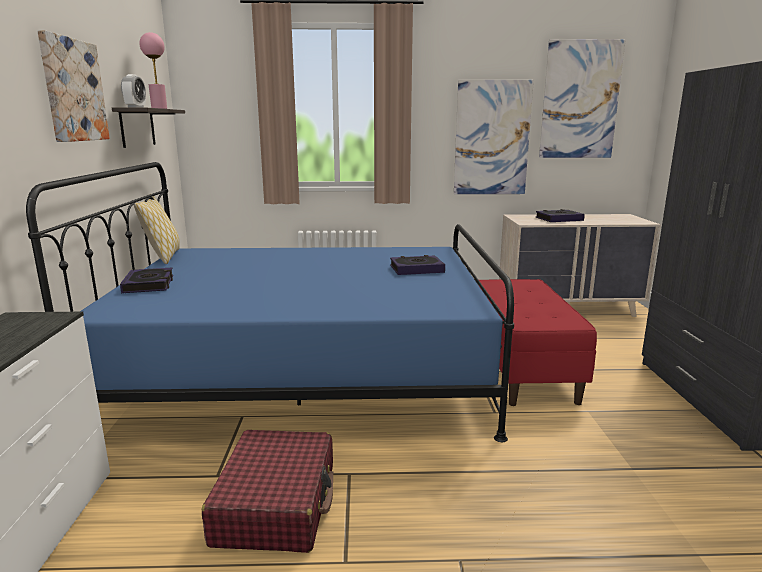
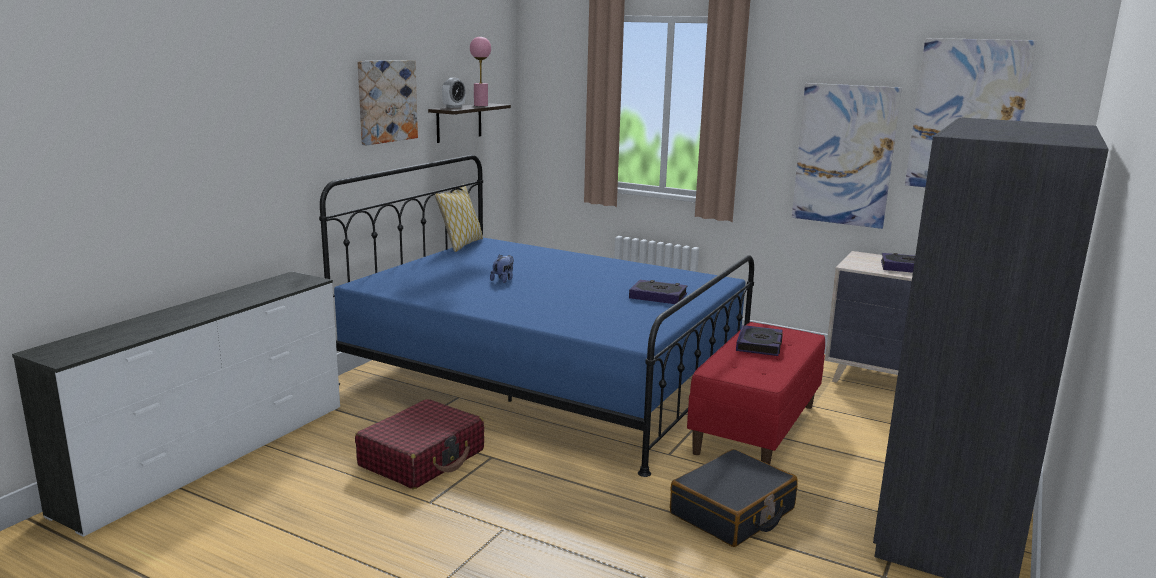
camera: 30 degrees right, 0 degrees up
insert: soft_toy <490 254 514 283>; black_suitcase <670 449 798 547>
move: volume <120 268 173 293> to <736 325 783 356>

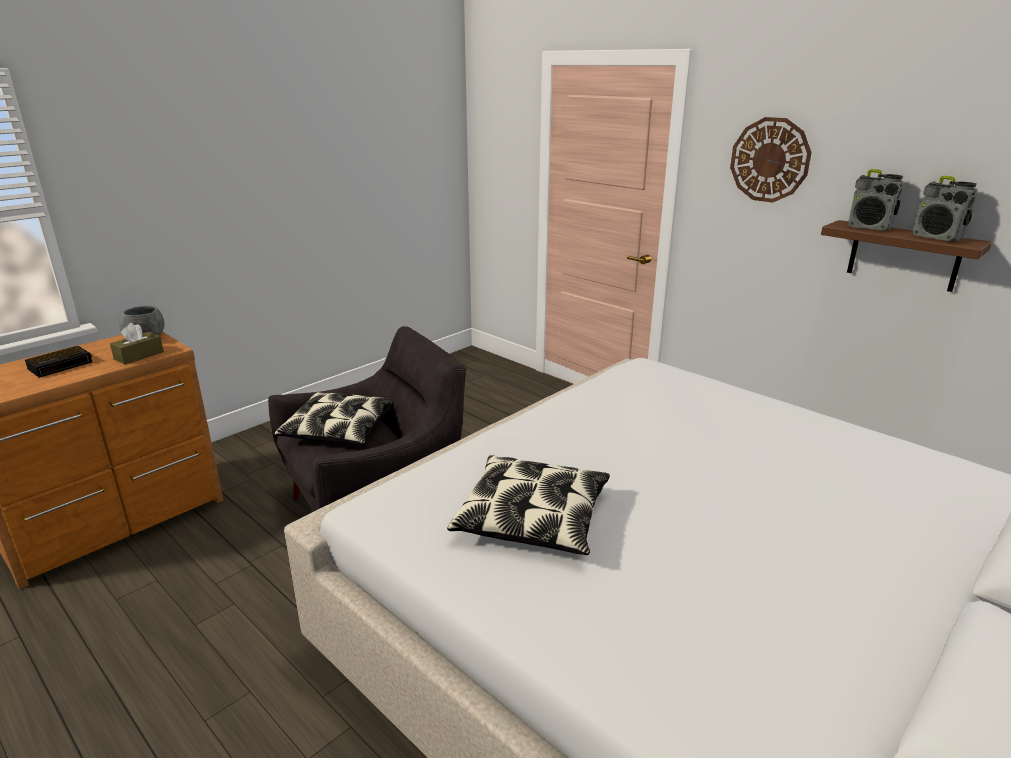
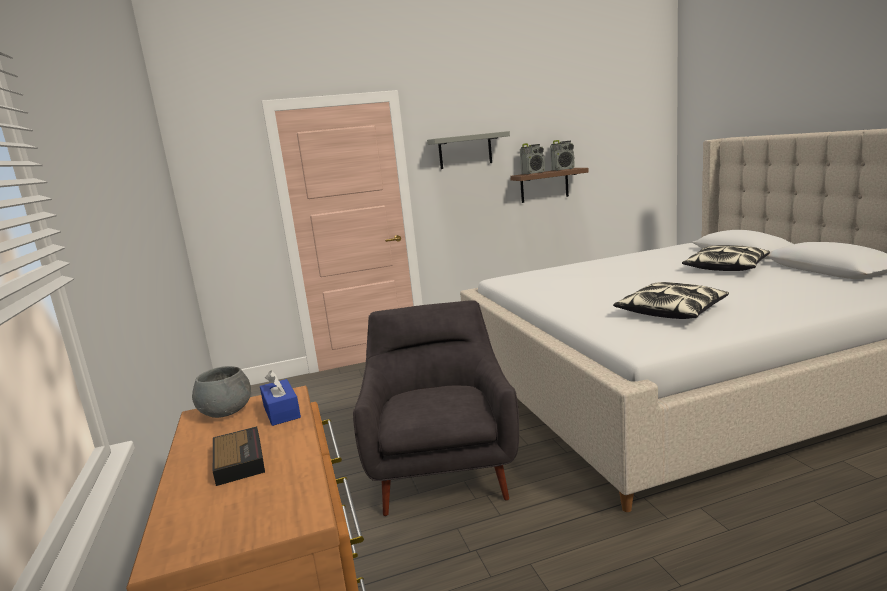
camera: 60 degrees left, 10 degrees down
move: cushion <274 392 392 445> to <682 245 770 271>
replace: wall_clock <730 117 812 203> to grey_shelf <427 131 510 169>
recolor: brown_tissue_box <110 323 164 365> to blue_tissue_box <260 371 301 426>

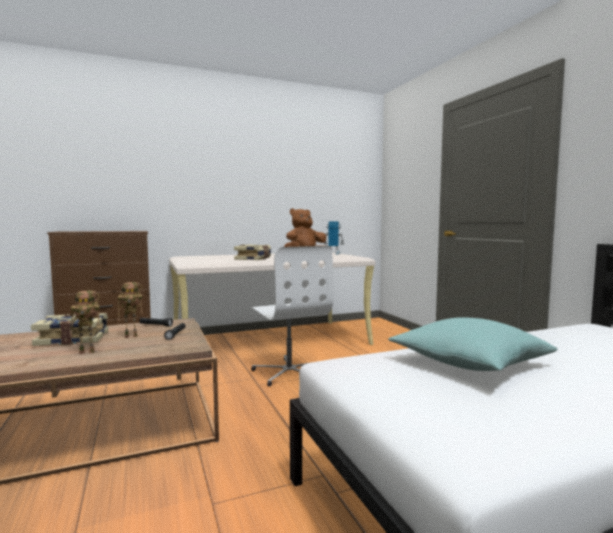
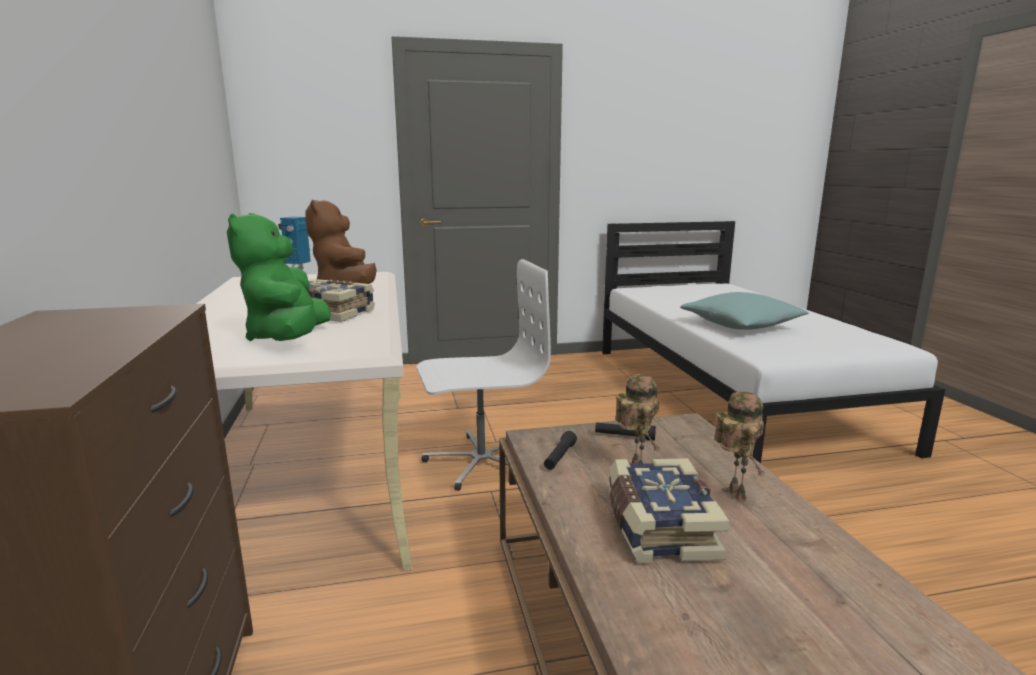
camera: 80 degrees left, 10 degrees up
insert: green_soft_toy <227 213 331 341>

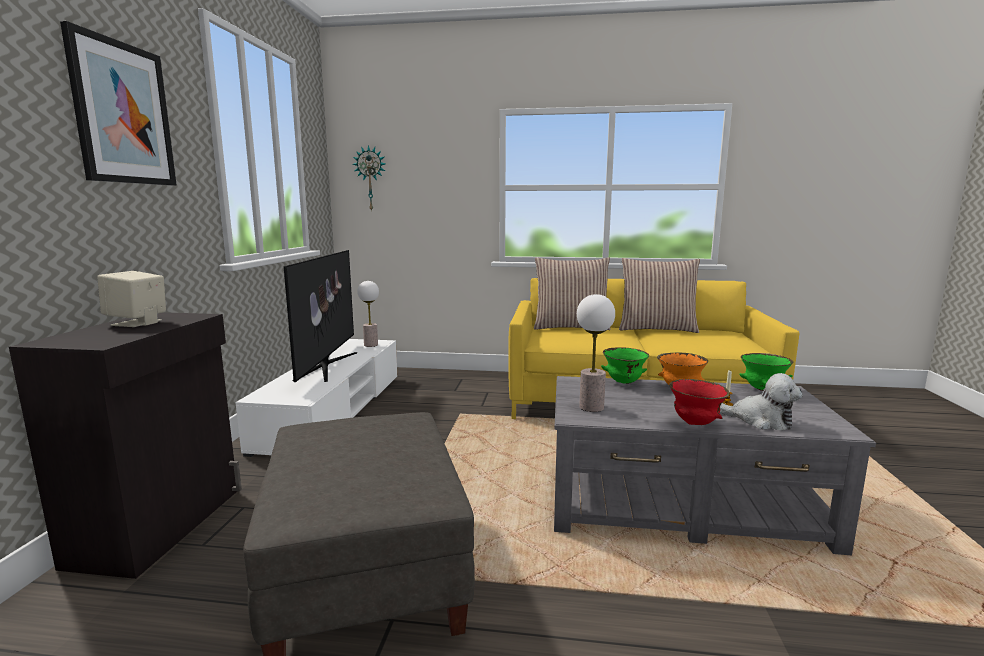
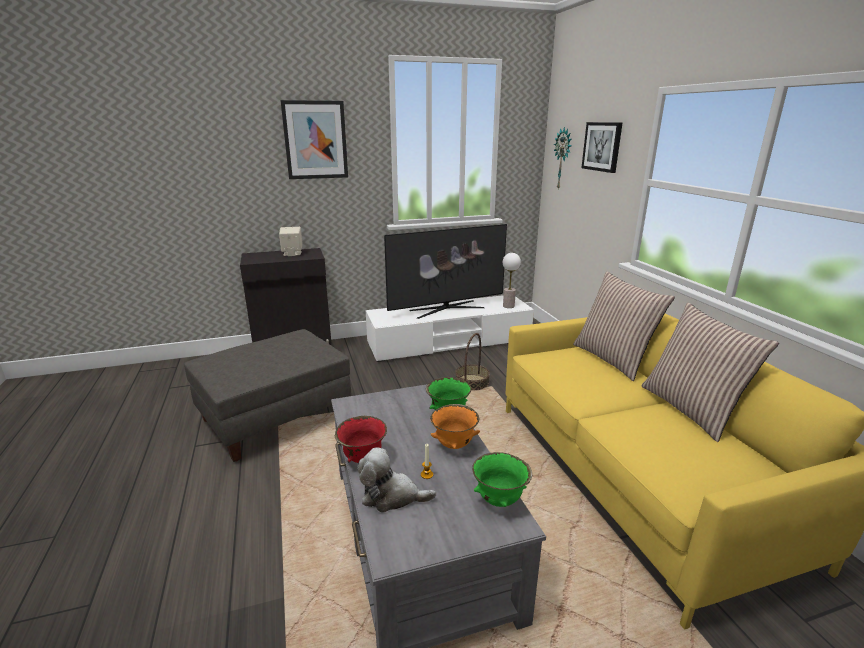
camera: 65 degrees right, 10 degrees up
delete: lamp_for_a_table <577 294 615 412>
insert: wall_picture <581 122 622 173>; household_basket <455 333 490 391>
rotate: soft_toy <720 373 803 431> = <357 448 436 513> 90 degrees clockwise

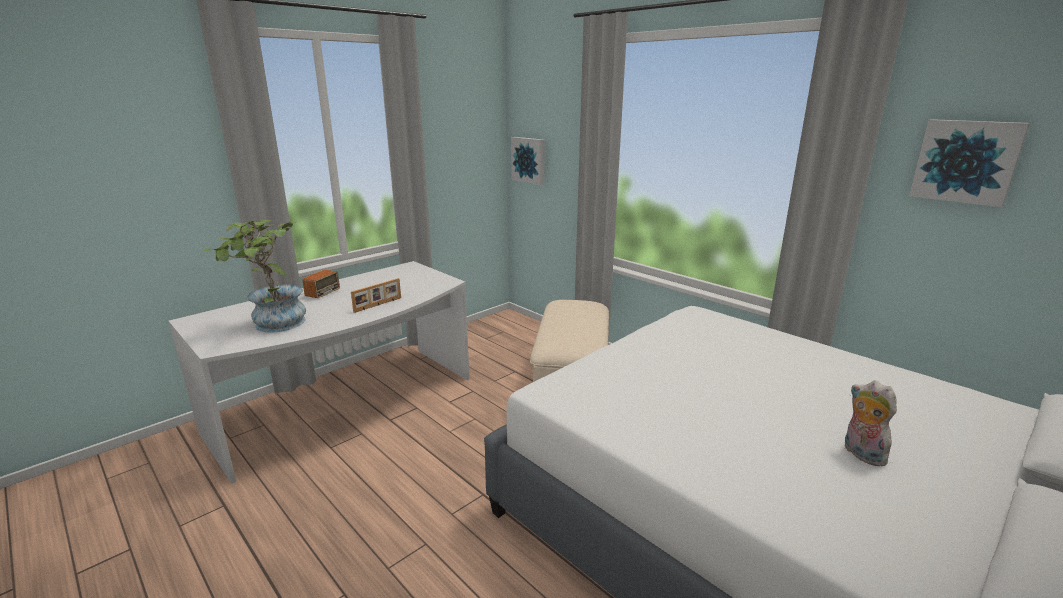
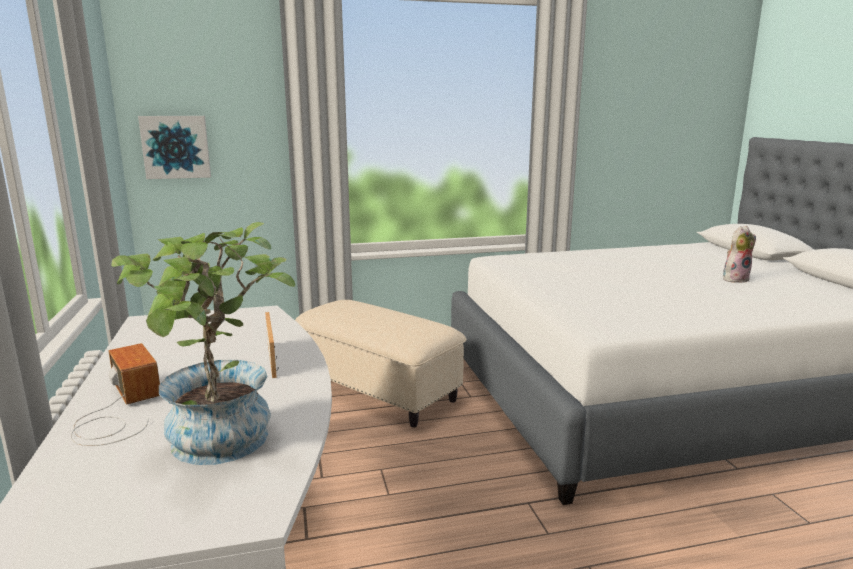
camera: 60 degrees left, 5 degrees down
delete: wall_picture <909 119 1030 207>
rotate: soft_toy <845 380 897 466> = <723 226 756 283> 150 degrees clockwise

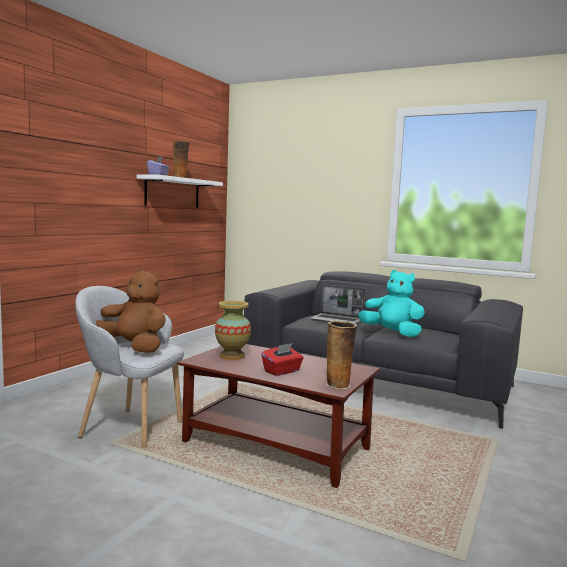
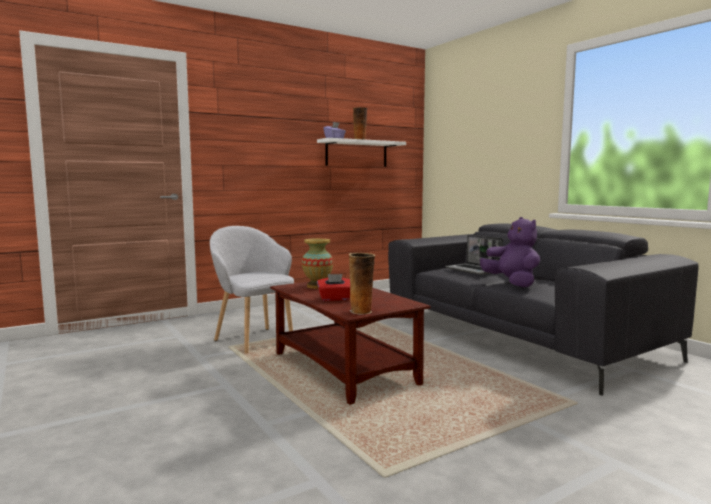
camera: 30 degrees right, 0 degrees up
delete: brown_soft_toy <96 269 166 353>
recolor: turquoise_soft_toy <358 270 425 337> to purple-coloured_soft_toy <480 217 540 287>

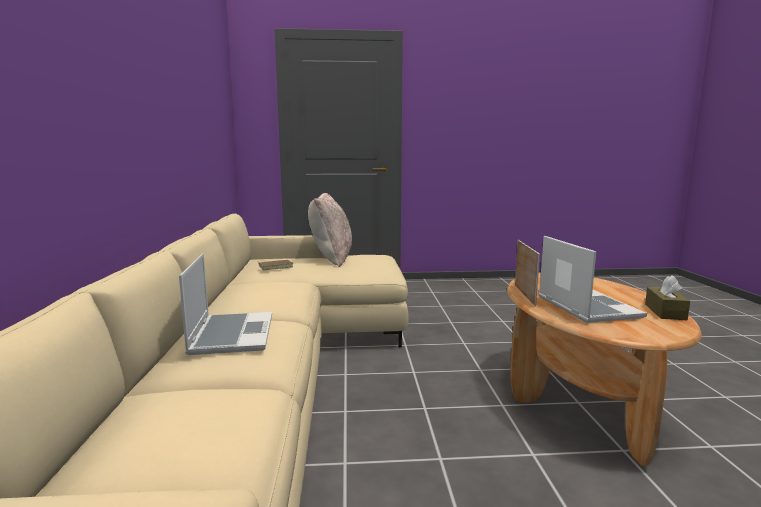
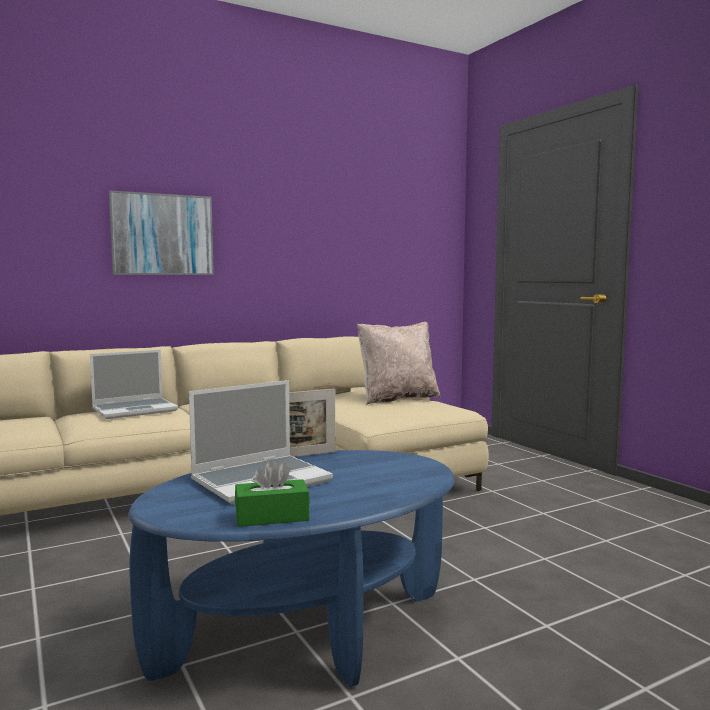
camera: 65 degrees right, 5 degrees down
insert: wall_picture <109 190 214 275>
recolor: brown_low_table <507 272 702 466> to blue_low_table <128 450 454 687>; brown_tissue_box <645 275 690 320> to green_tissue_box <235 459 310 527>

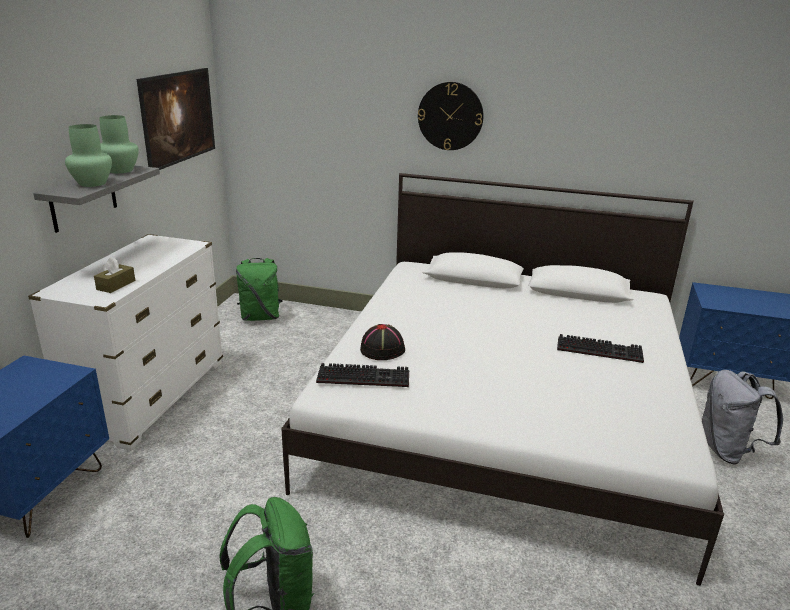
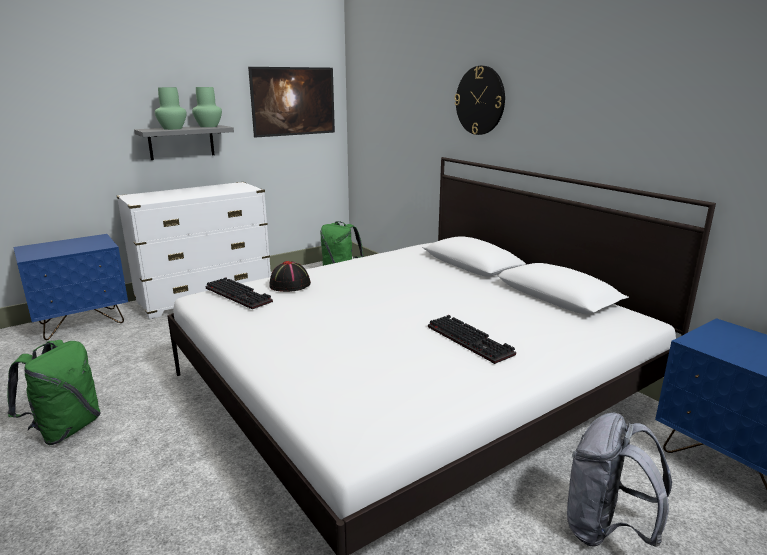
camera: 40 degrees right, 5 degrees down
delete: brown_tissue_box <94 257 135 293>

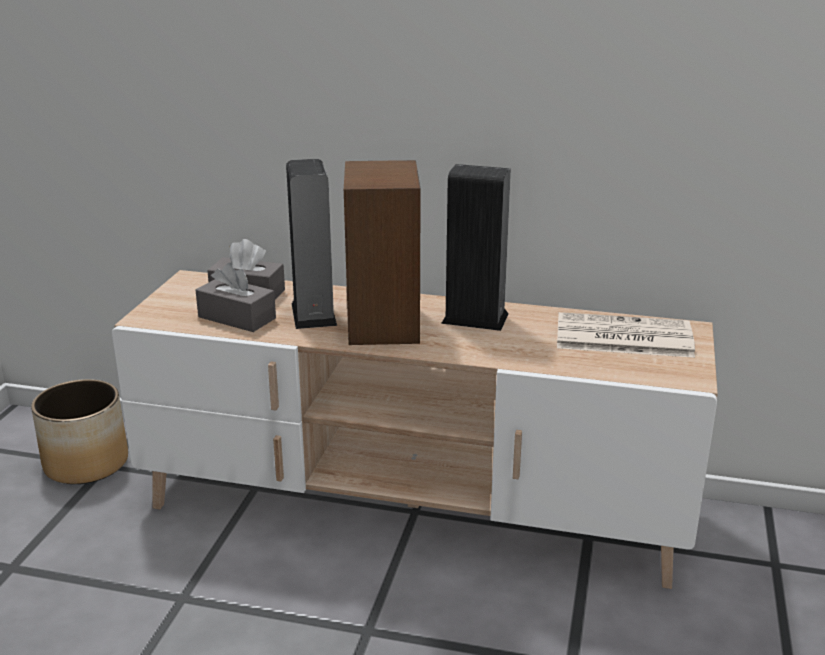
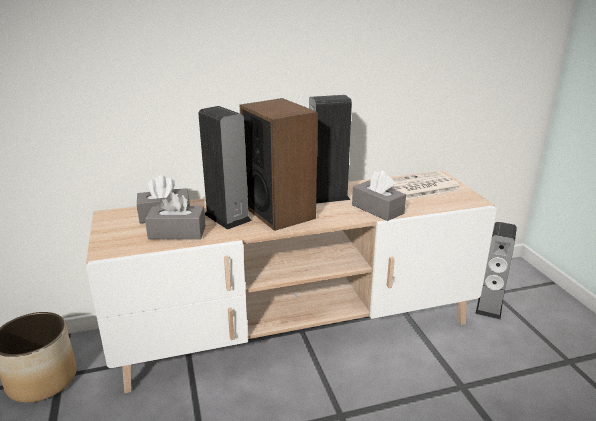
camera: 30 degrees left, 0 degrees up
insert: grey_tissue_box <352 170 406 221>; audio_speaker <475 222 517 320>

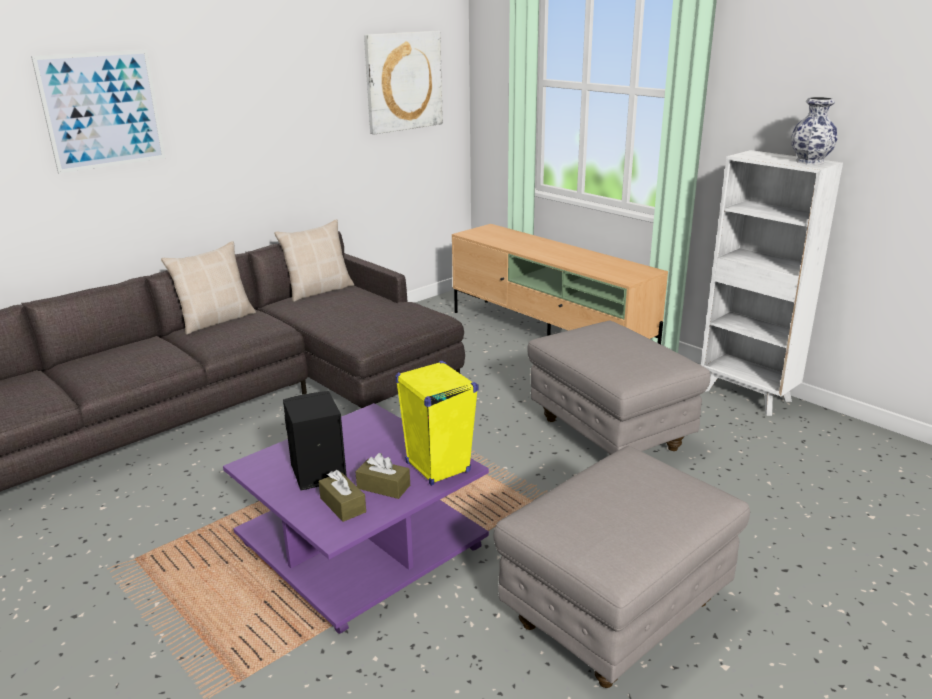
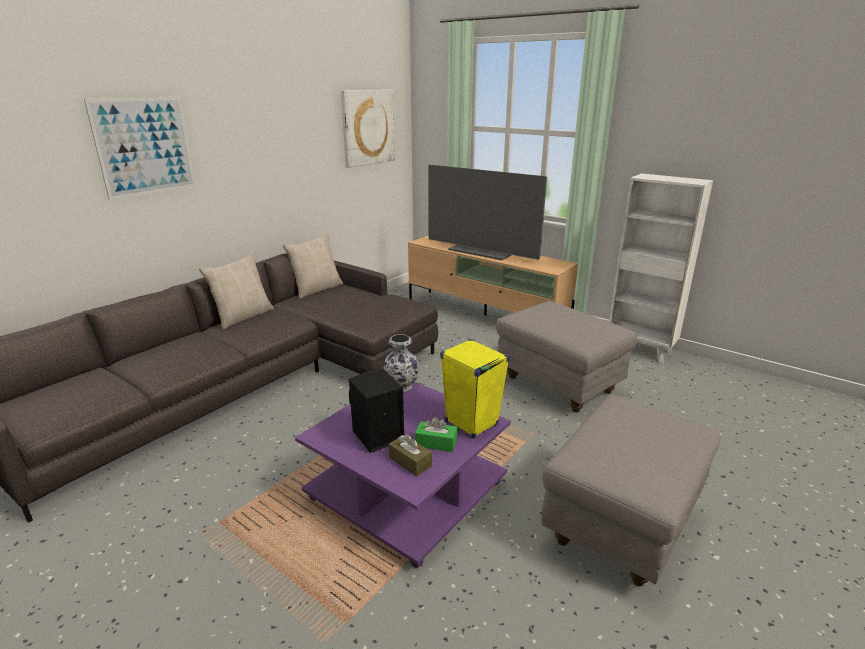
camera: 10 degrees left, 0 degrees up
insert: TV <428 165 547 260>
move: flower_vase <791 97 837 165> to <383 334 419 392>
recolor: brown_tissue_box <355 453 410 499> to green_tissue_box <415 417 457 452>

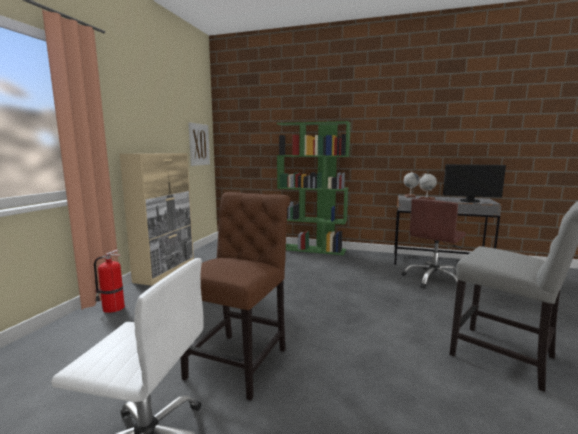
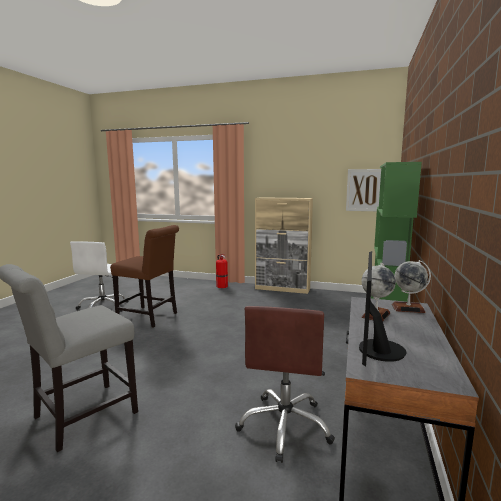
camera: 90 degrees right, 0 degrees up
rotate: brown_desk_chair <402 199 466 289> = <235 306 335 463> 120 degrees counterclockwise

